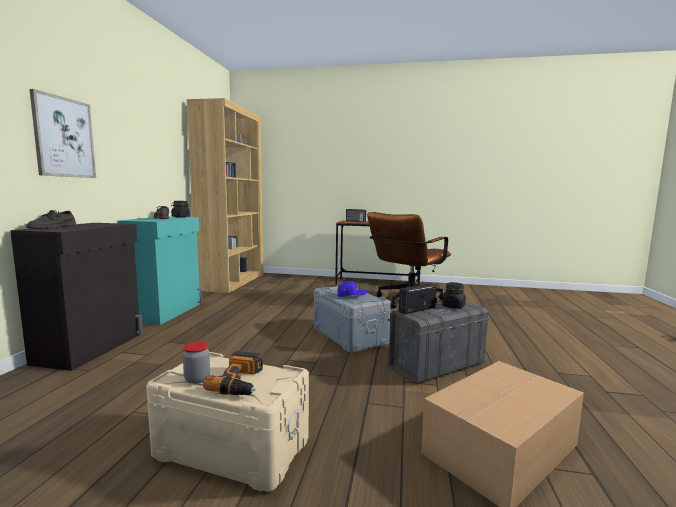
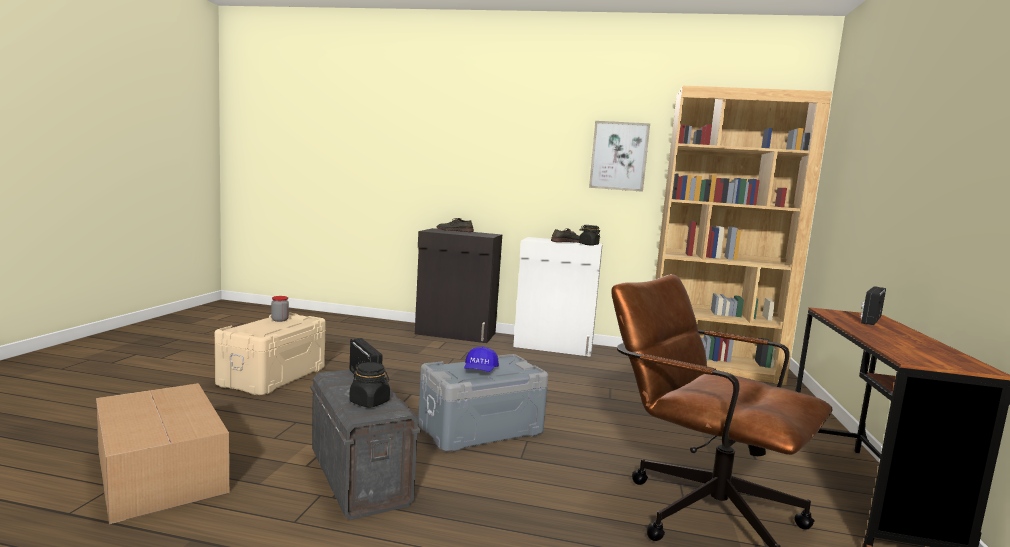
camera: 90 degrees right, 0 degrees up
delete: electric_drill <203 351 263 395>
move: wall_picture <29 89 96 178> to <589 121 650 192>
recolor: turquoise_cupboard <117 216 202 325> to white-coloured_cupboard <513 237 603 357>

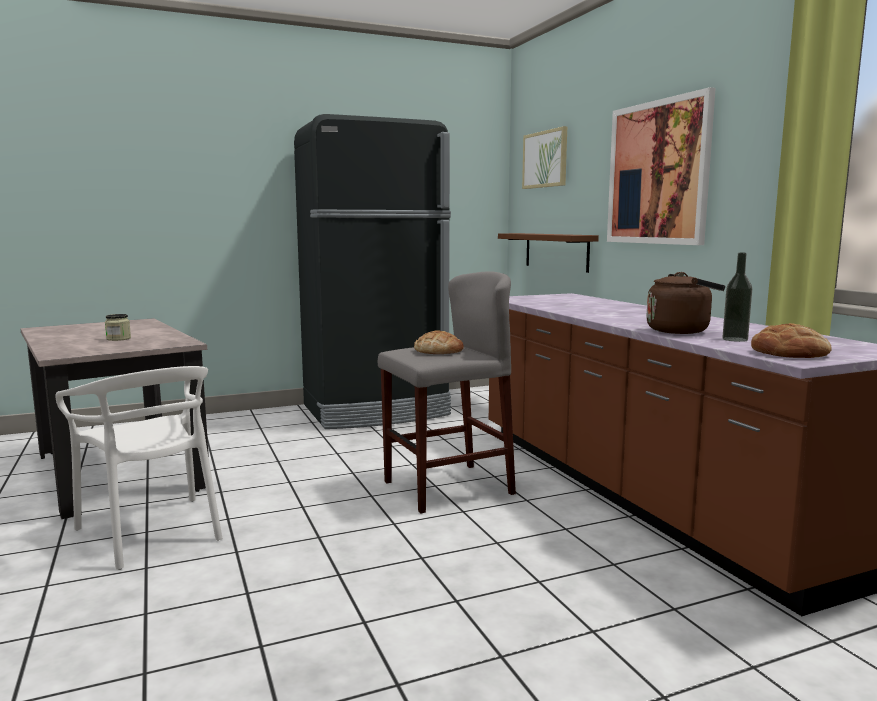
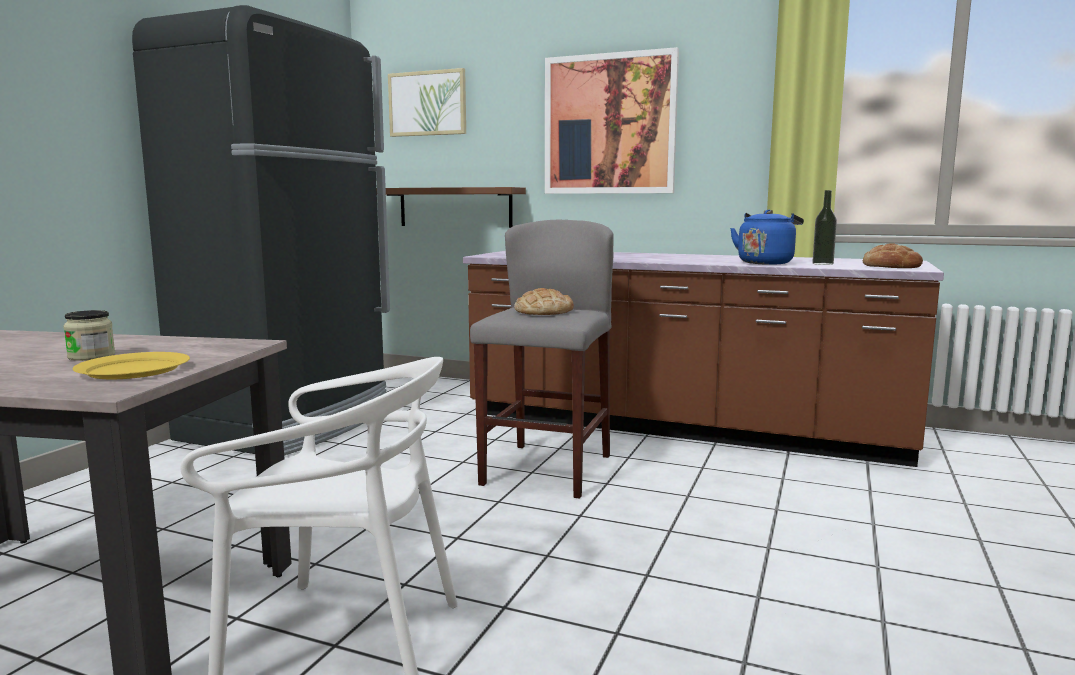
camera: 45 degrees left, 0 degrees up
insert: yellow_flat_dish <73 352 190 379>
recolor: brown_kettle <646 272 725 334> to blue_kettle <730 210 804 265>

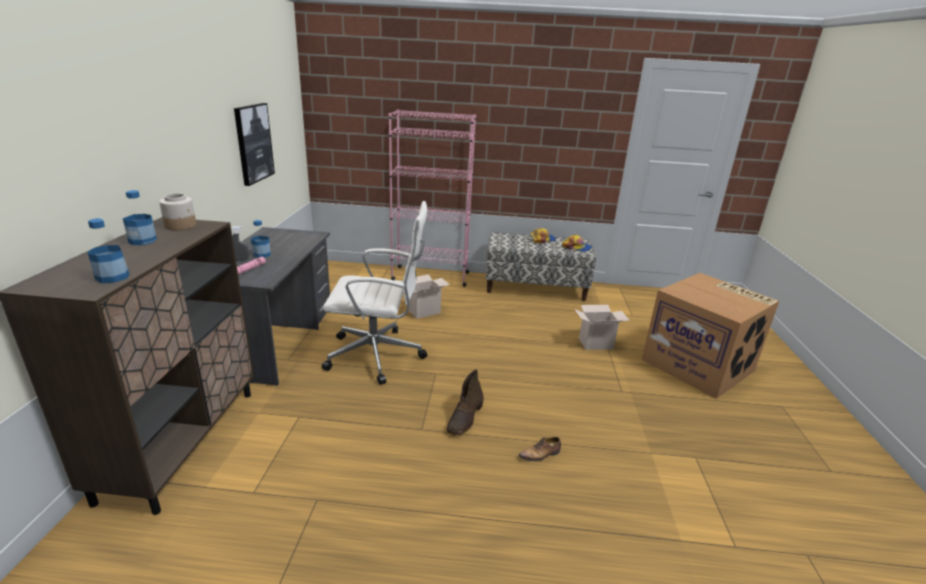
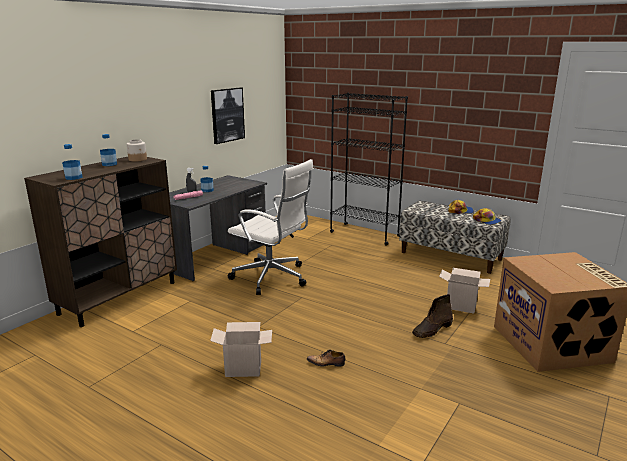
camera: 30 degrees right, 5 degrees down
move: packing_box <409 274 450 319> to <210 322 272 377>; brown_boot <446 369 484 435> to <412 294 453 338>
recolor: pinkish_shelving_unit <388 109 476 287> to black_shelving_unit <330 93 408 246>

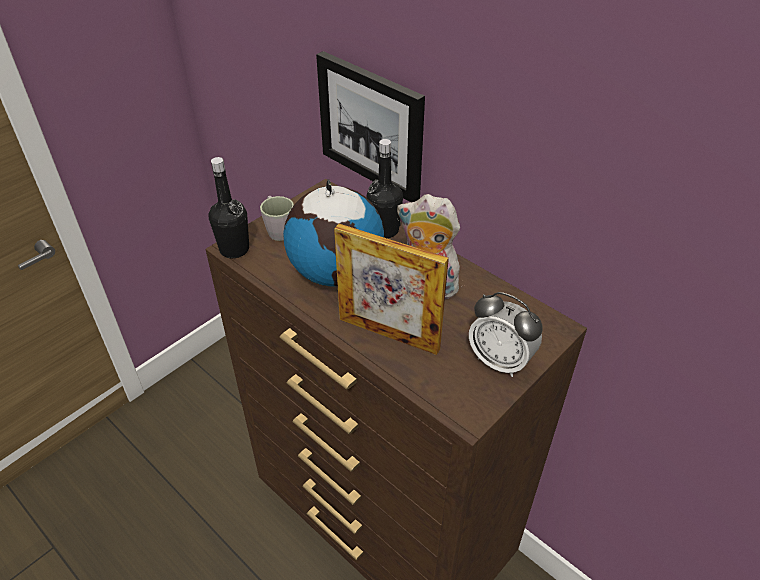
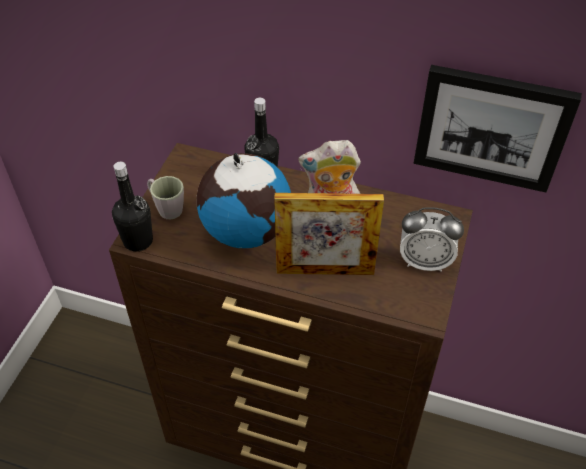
camera: 25 degrees left, 5 degrees up
move: wall_picture <316 51 425 202> to <414 65 582 192>

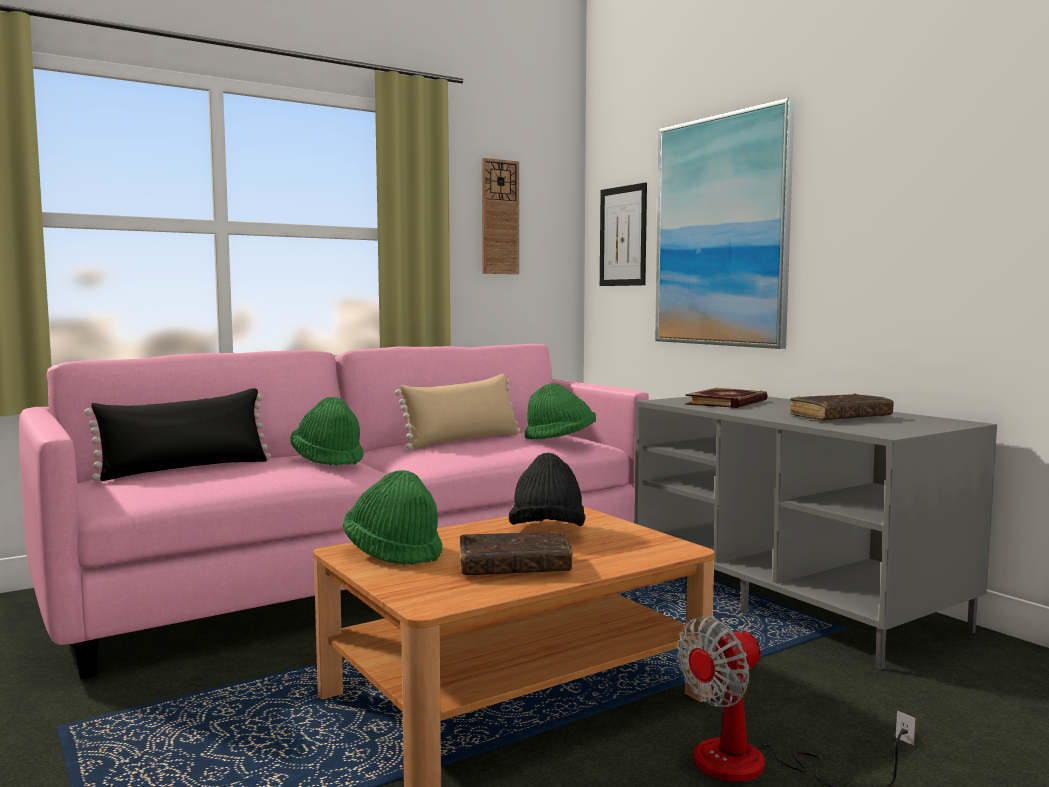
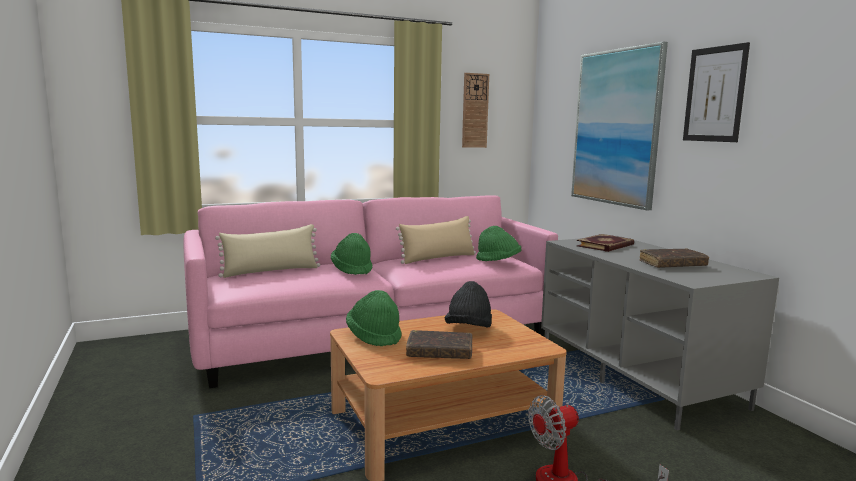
camera: 10 degrees right, 5 degrees up
move: wall_picture <600 182 647 286> to <683 42 750 142>
recolor: black_cushion <84 388 271 481> to sand-coloured_cushion <215 224 320 278>

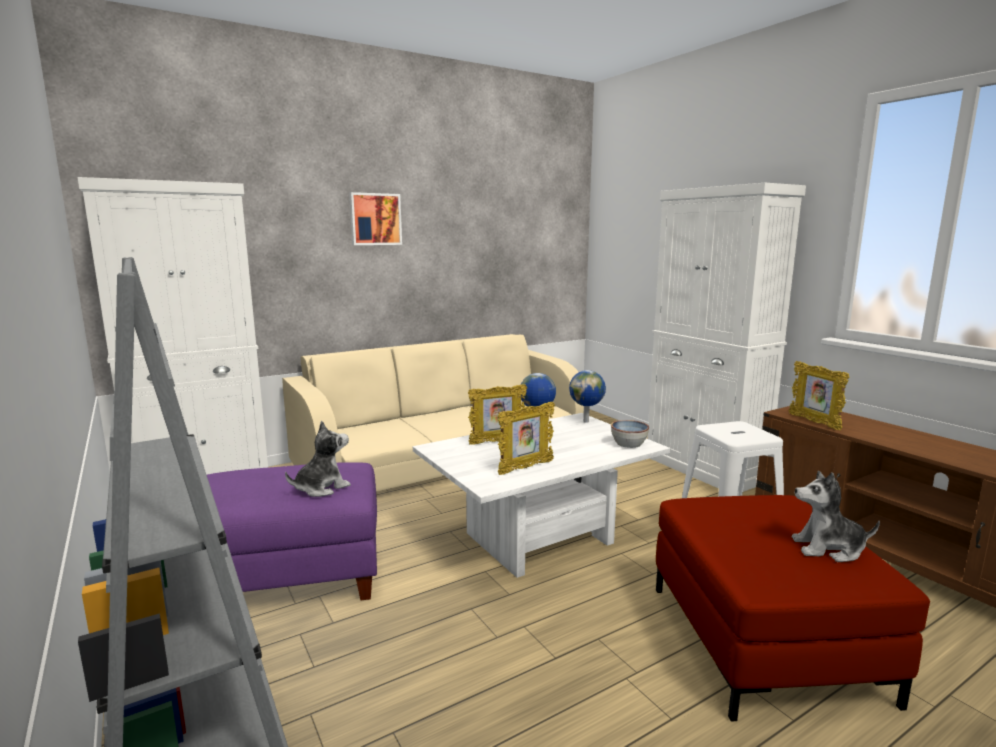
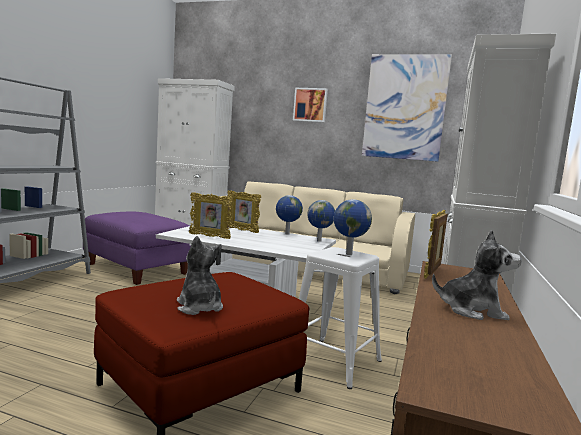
camera: 50 degrees right, 5 degrees down
delete: bowl <611 420 649 448>
insert: wall_picture <362 54 452 162>; globe <334 199 372 255>
move: soft_toy <285 421 351 497> to <432 230 522 320>

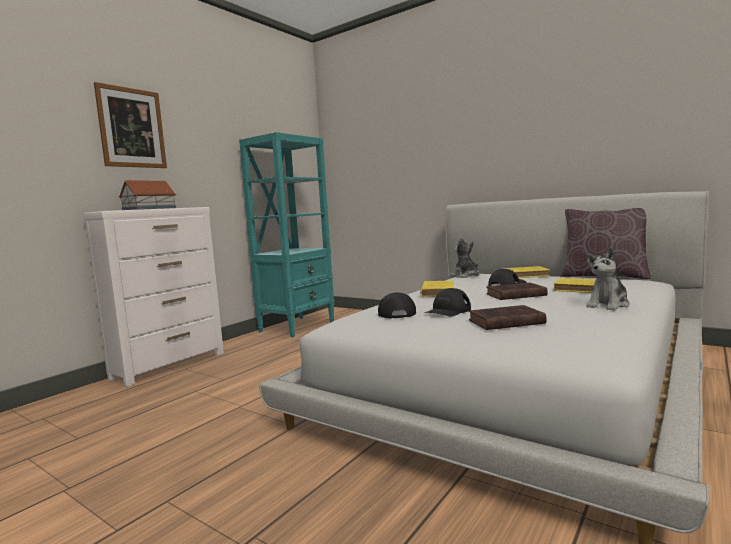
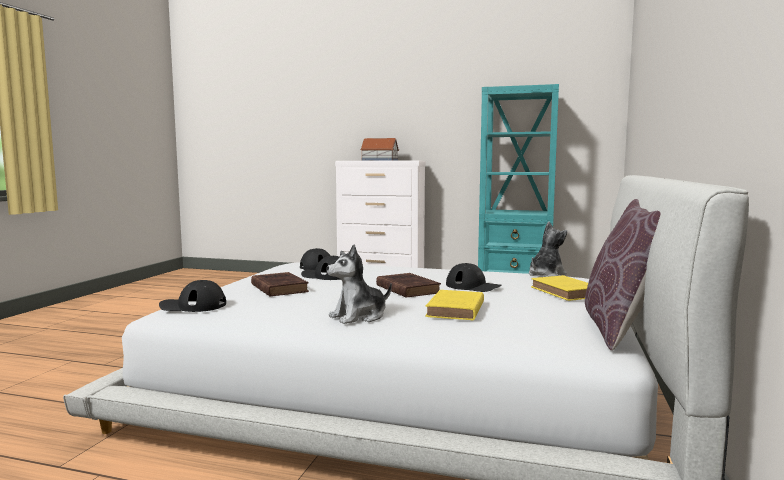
camera: 70 degrees right, 0 degrees up
delete: wall_picture <94 82 167 168>; yellow_volume <421 281 454 297>
insert: black_peaked_cap <159 280 226 312>
rotate: soft_toy <587 247 630 310> = <327 244 392 324> 60 degrees counterclockwise

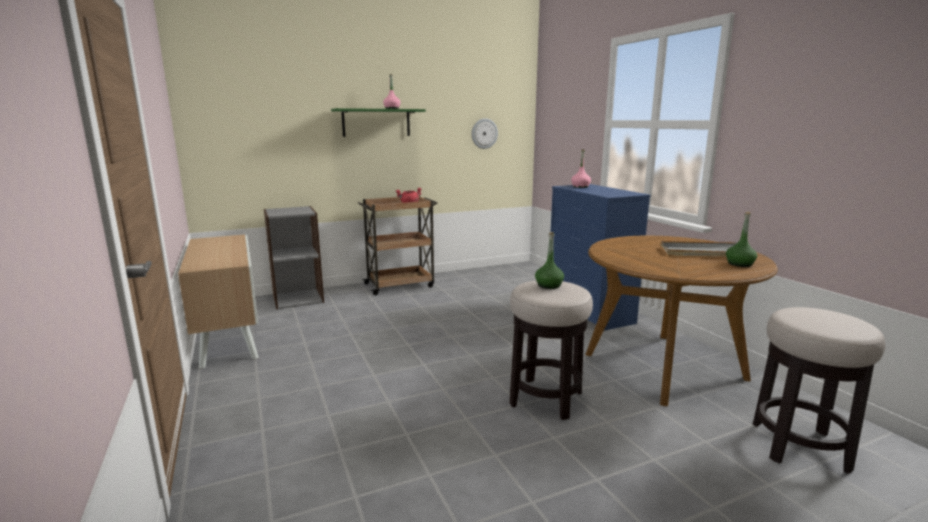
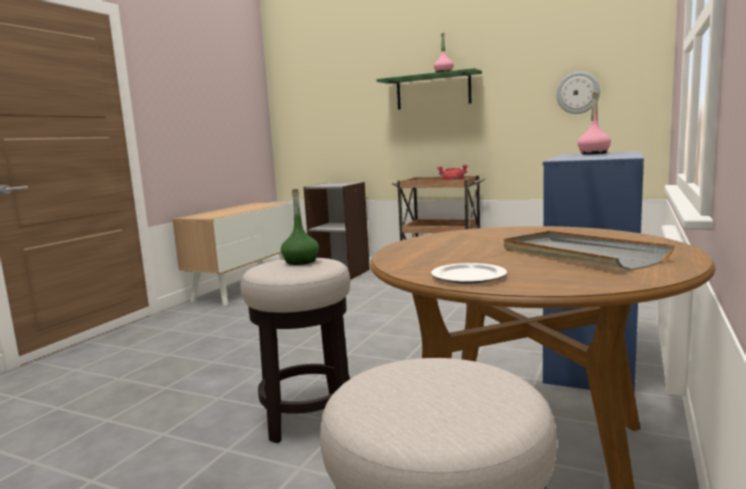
camera: 50 degrees right, 5 degrees down
delete: green_beverage_bottle <726 212 757 267>
insert: flat_dish <431 263 507 284>

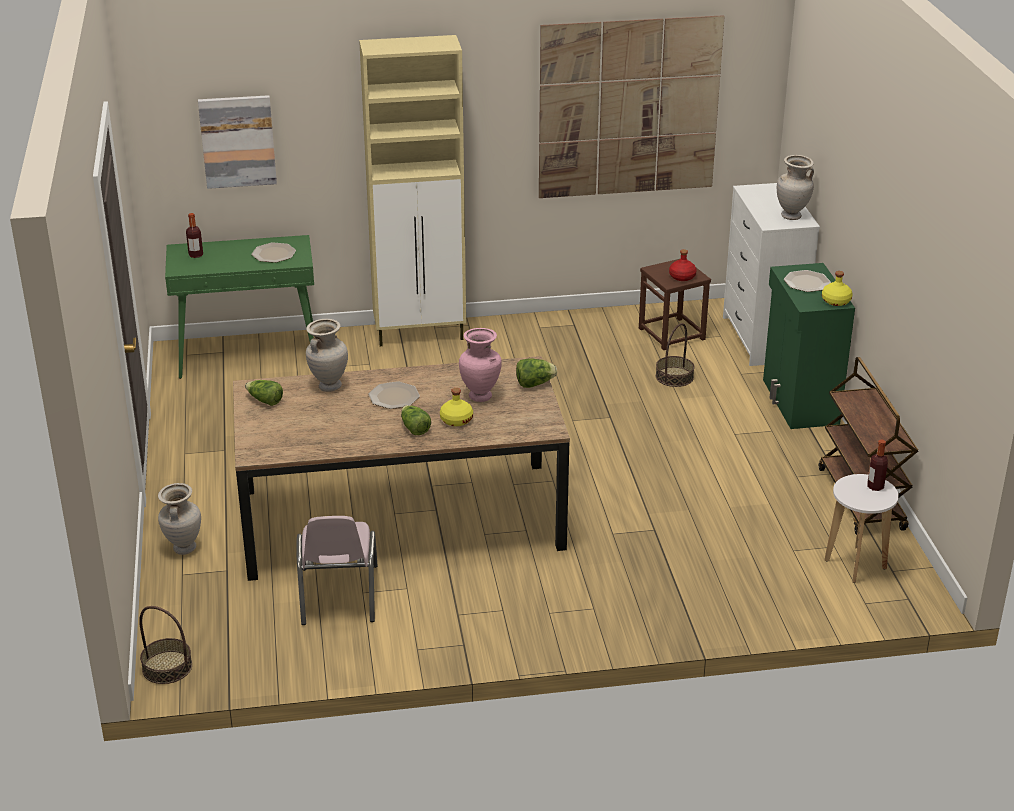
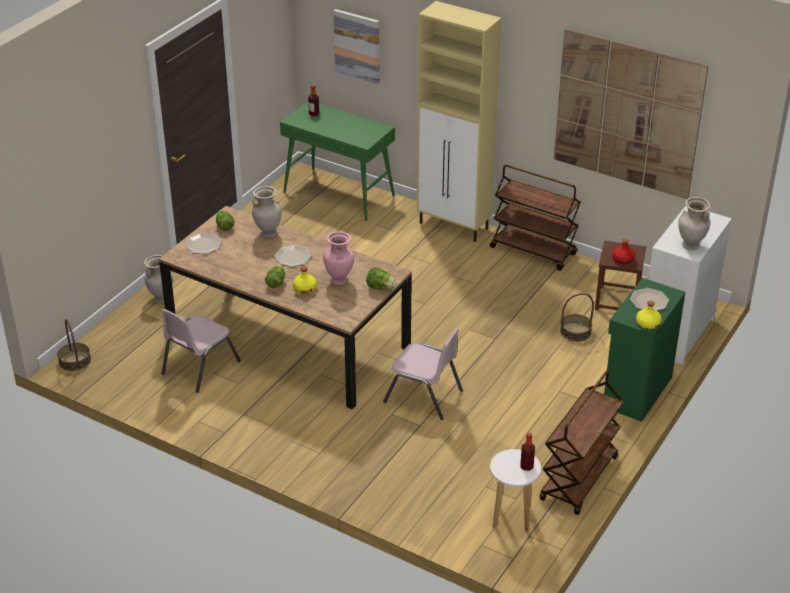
camera: 40 degrees right, 5 degrees up
insert: brown_wheeled_cart <490 165 581 271>; pinkish_upright_chair <383 328 463 420>
move: flat_dish <252 242 296 263> to <185 233 222 254>

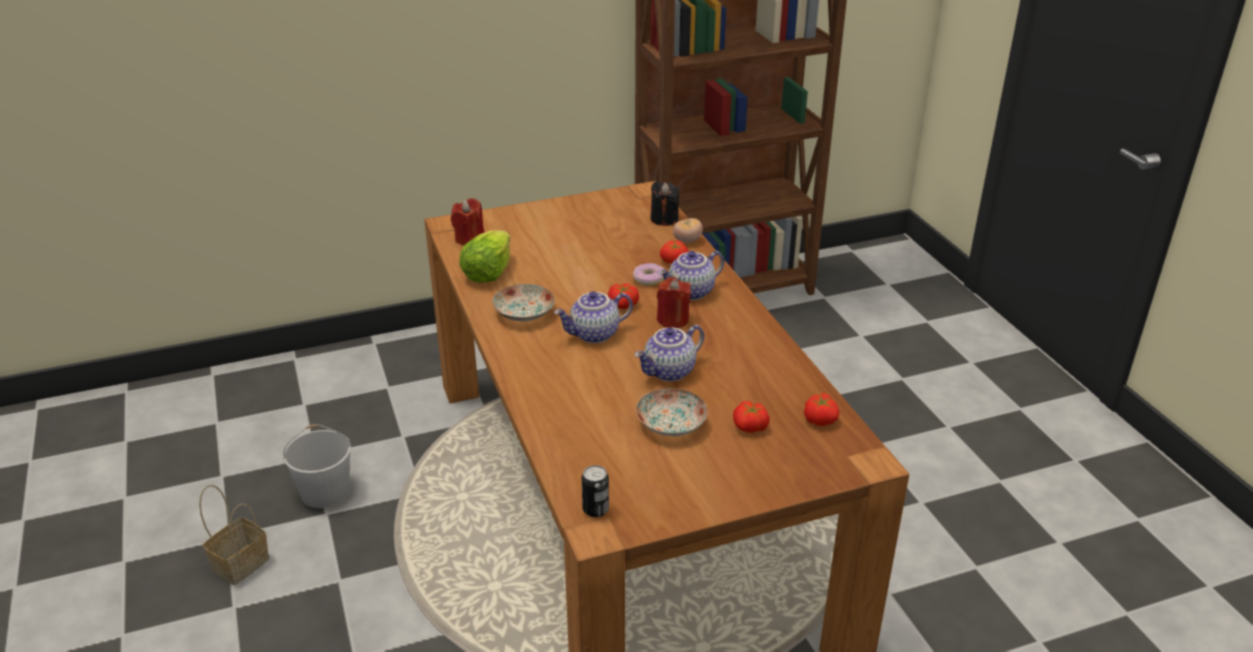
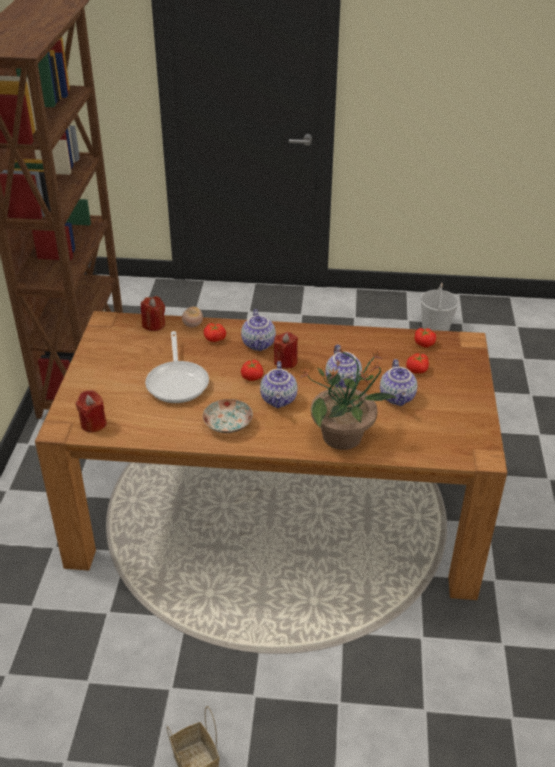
camera: 65 degrees left, 5 degrees up
delete: head_of_lettuce <459 230 510 283>; donut <633 263 665 286>; metal_can <582 465 609 517>
insert: frying_pan <145 331 209 403>; plant_in_a_pot <299 347 397 450>
move: white-coloured_water_bucket <283 424 351 508> to <420 283 459 331>
replace: flat_dish <636 388 708 437> to pot_for_tea <380 359 417 406>
recolor: black_wax_light <651 181 679 226> to reddish_wax_light <141 296 165 331>

